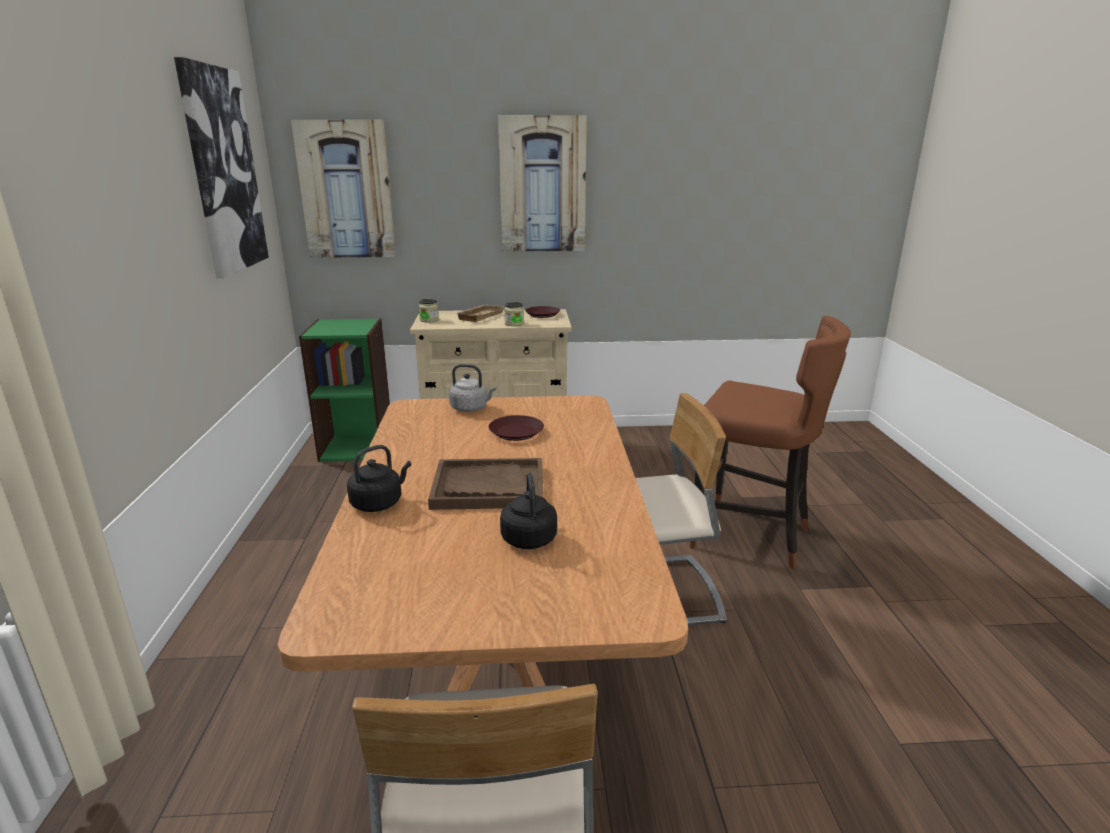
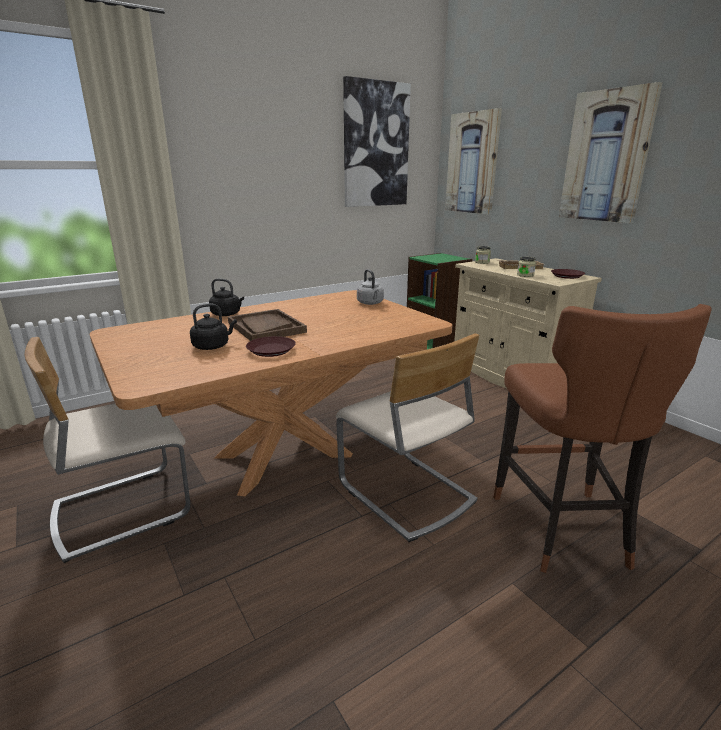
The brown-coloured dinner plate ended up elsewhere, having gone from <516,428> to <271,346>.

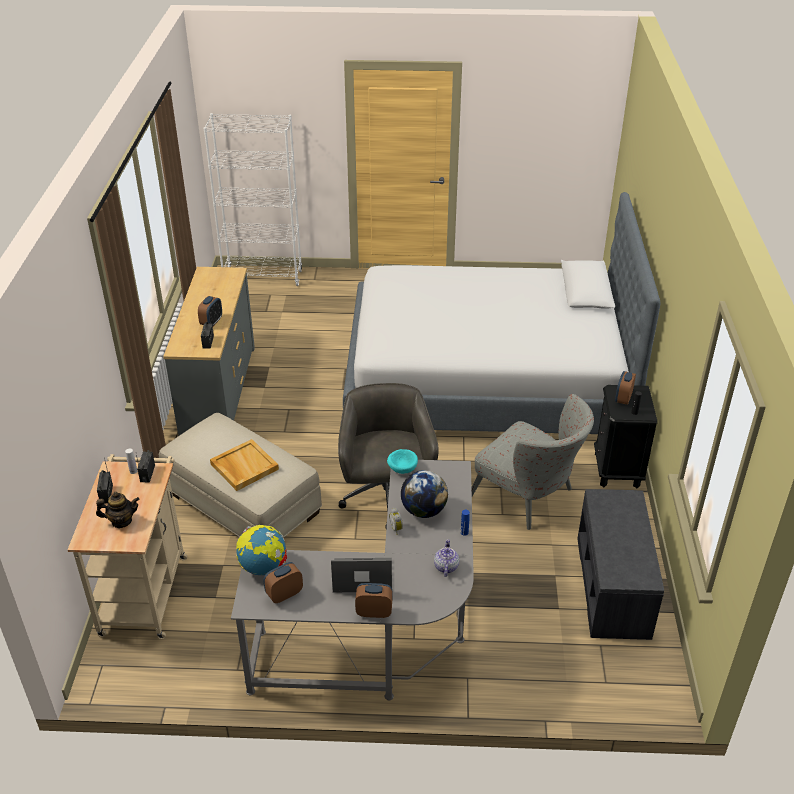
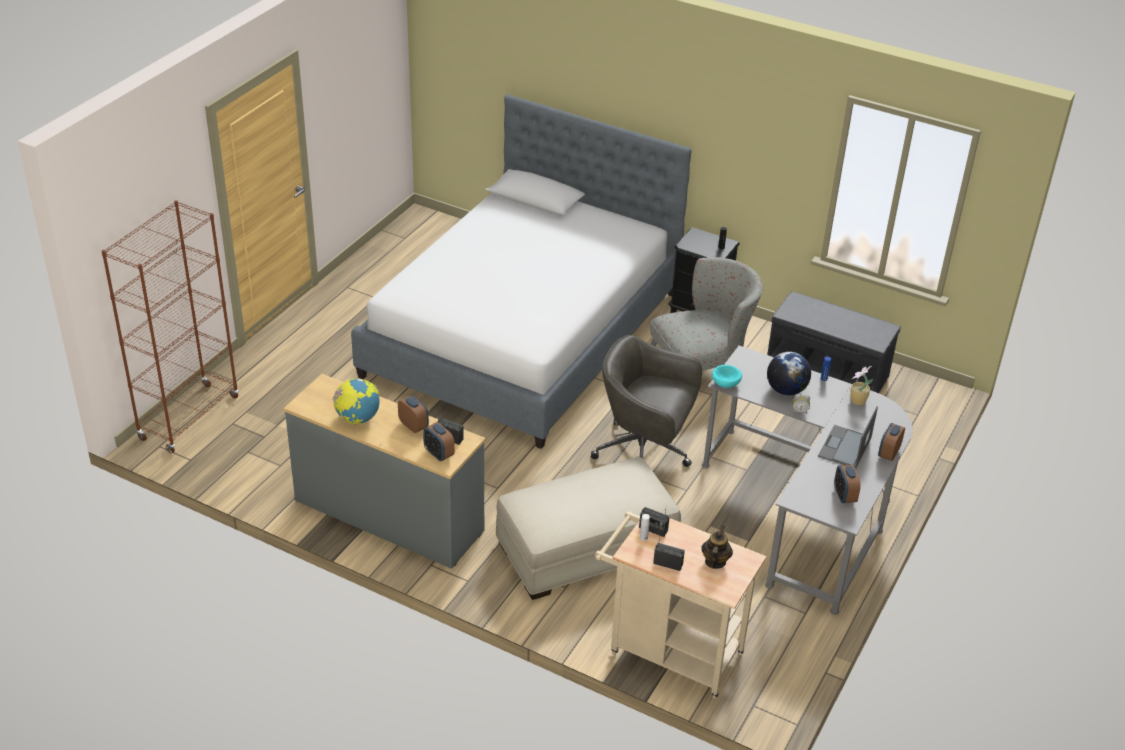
What was the white shelving unit at <253,199> turned into the brown-coloured shelving unit at <170,326>. The desk globe ended up elsewhere, having gone from <261,550> to <356,401>. The table clock ended up elsewhere, having gone from <625,388> to <439,441>. Where the tea pot stood at <446,558>, the plant in a pot came to stand at <862,385>. The second view lost the beige carrying tray at <244,465>.

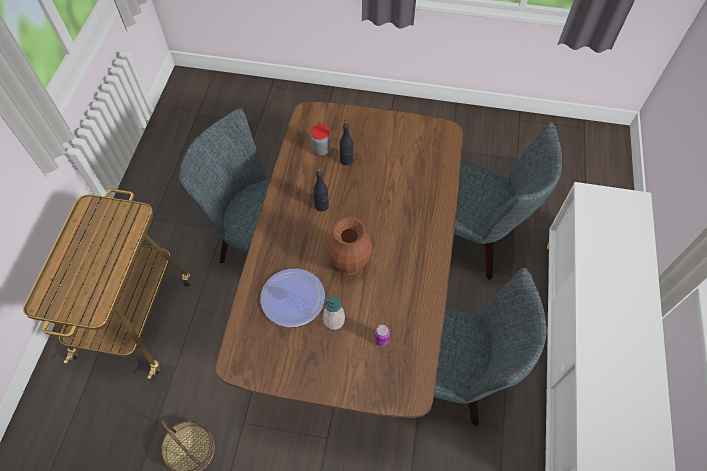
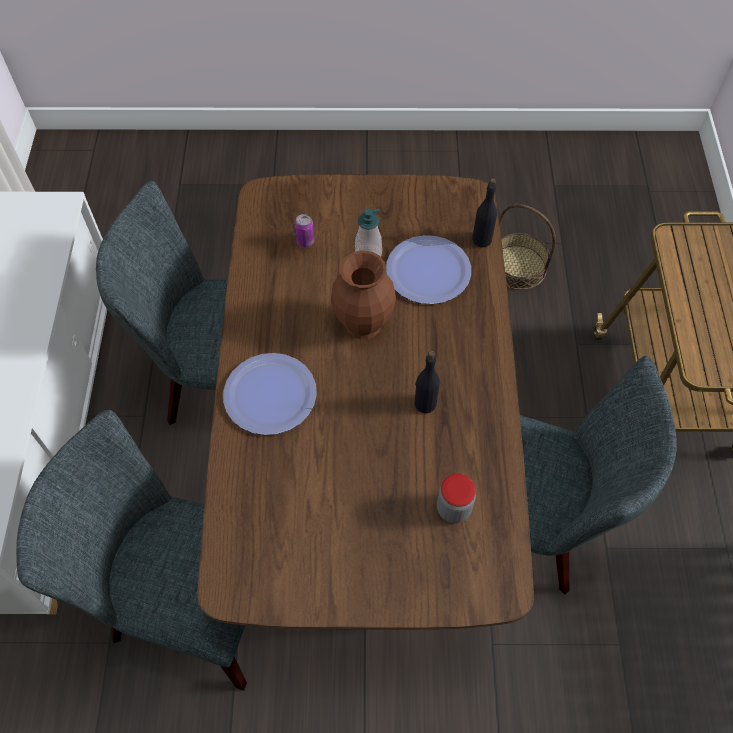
The second view gained the dinner plate at <270,394>. The black-coloured bottle ended up elsewhere, having gone from <346,142> to <484,213>.

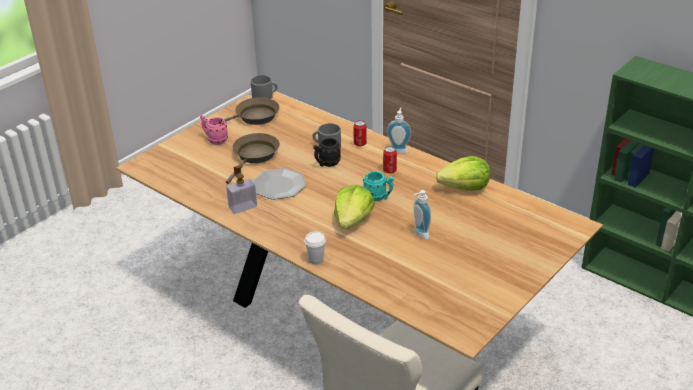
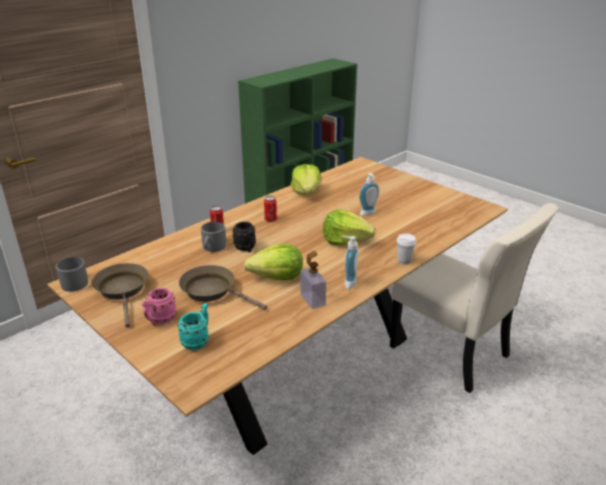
The turquoise-coloured mug ended up elsewhere, having gone from <378,186> to <193,326>. Where the dinner plate stood at <279,184>, the lettuce head came to stand at <273,262>. The soap bottle ended up elsewhere, having gone from <399,130> to <349,262>.

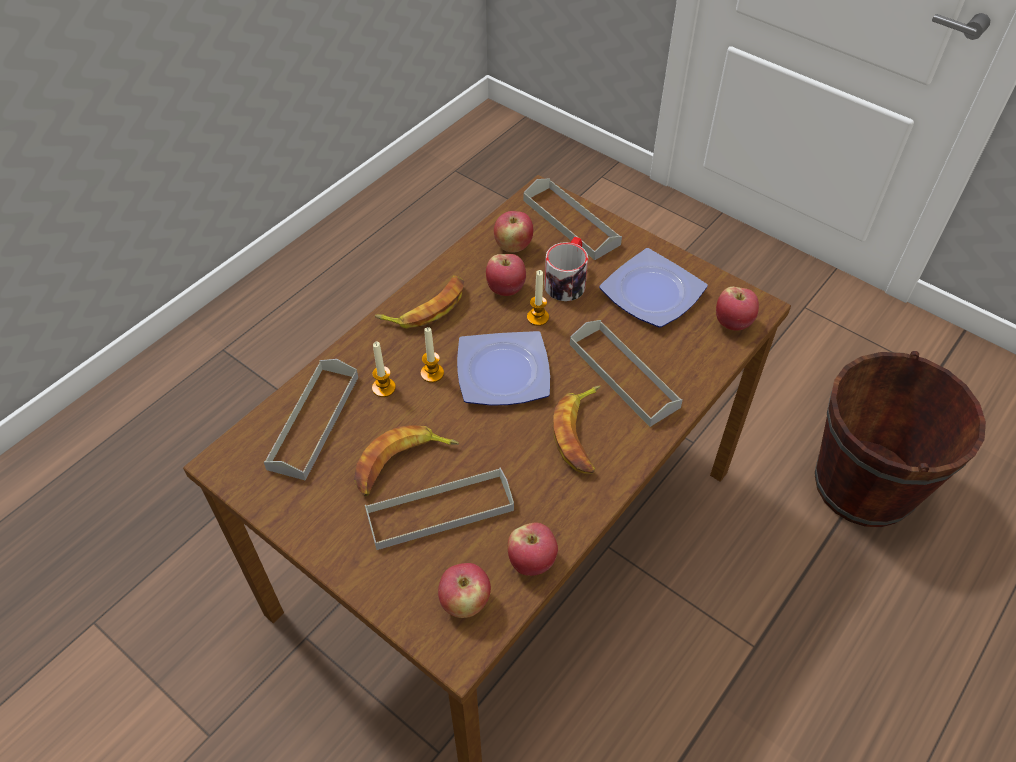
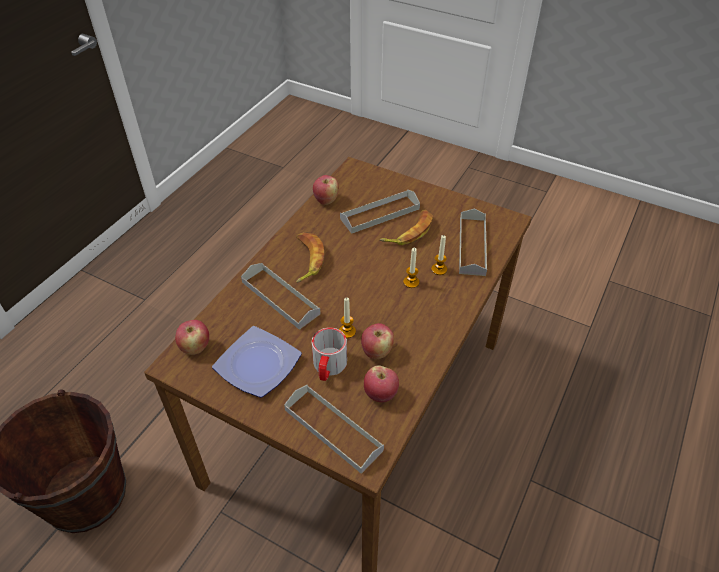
The second view lost the whole banana at <419,302>. The second view lost the whole apple at <464,590>. The second view lost the dinner plate at <503,368>.

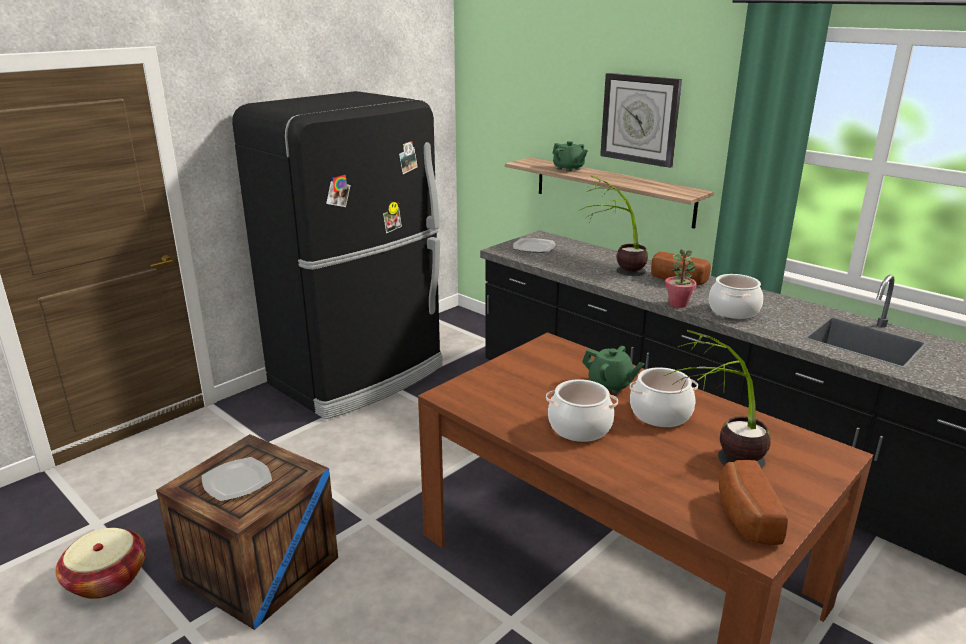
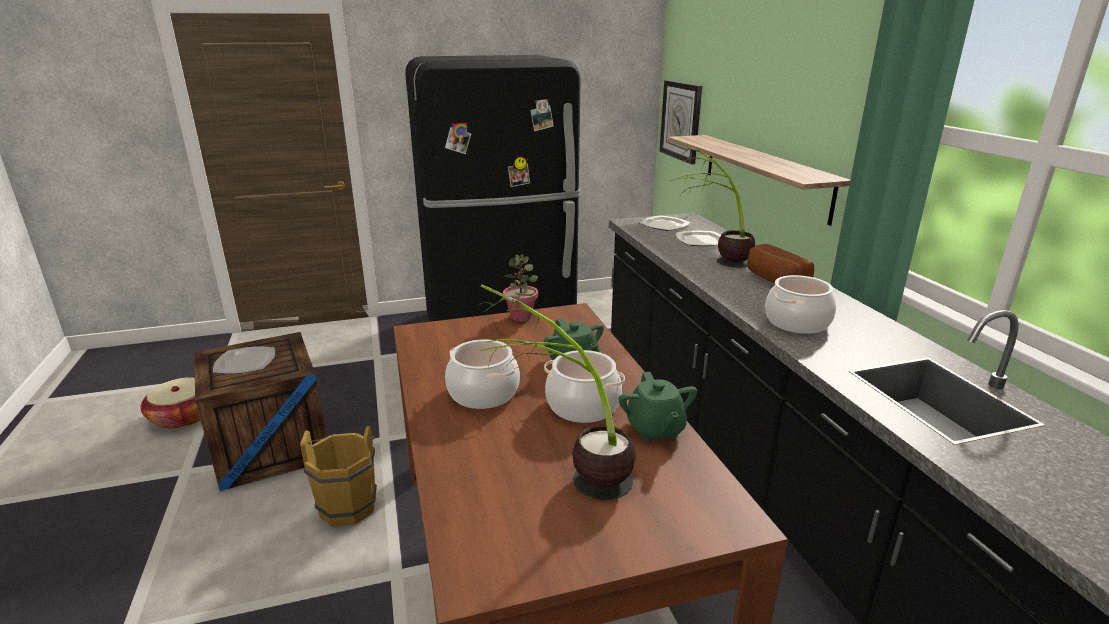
The second view gained the brown-coloured water bucket at <338,476>. The plant in a pot ended up elsewhere, having gone from <681,278> to <520,288>. The greenish tea pot ended up elsewhere, having gone from <570,156> to <658,407>. The wall clock ended up elsewhere, having gone from <641,120> to <681,122>. The second view gained the dinner plate at <698,238>. The second view lost the baked bread at <753,502>.

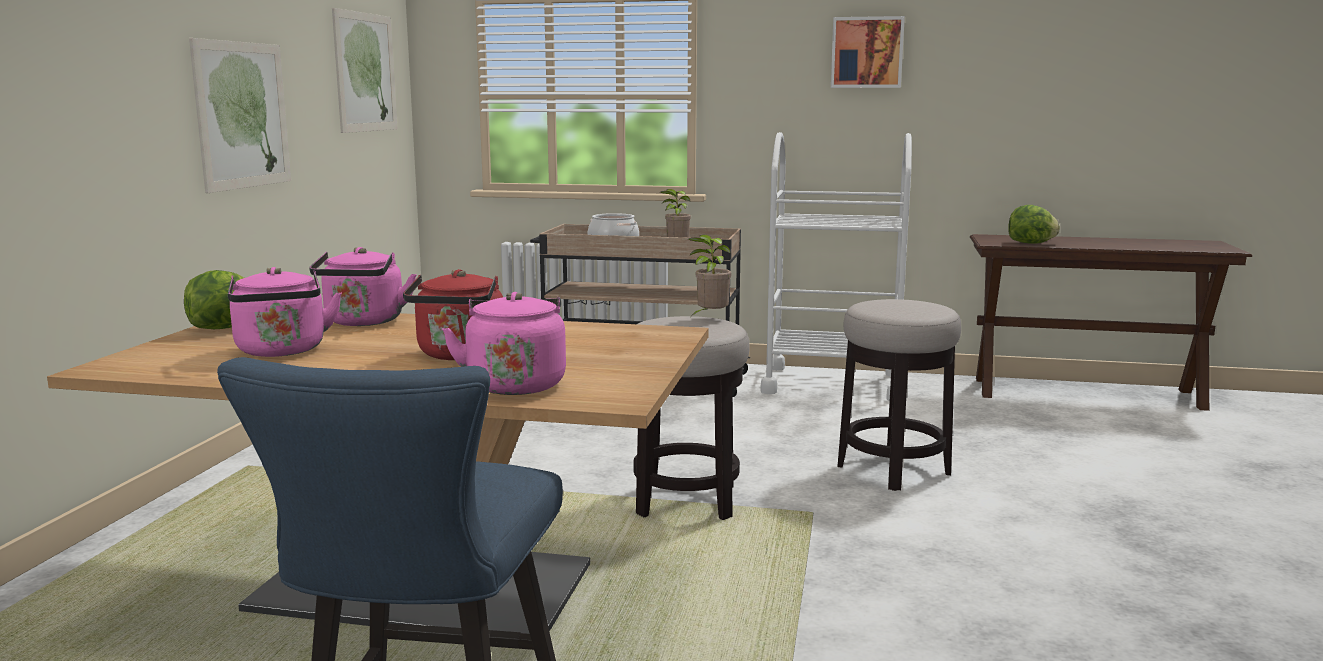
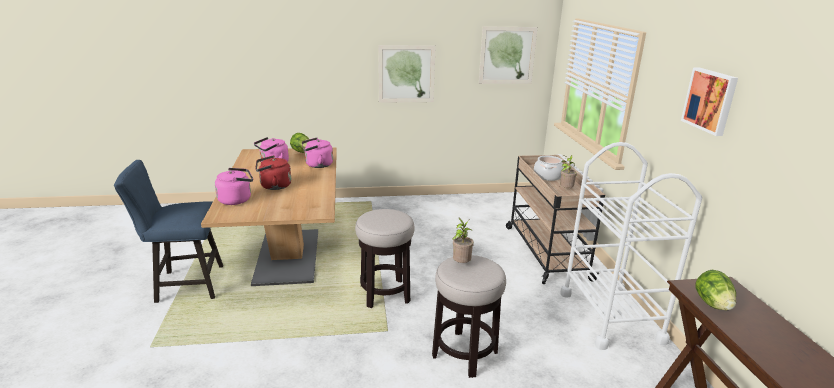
The plant in a pot ended up elsewhere, having gone from <709,274> to <463,240>.

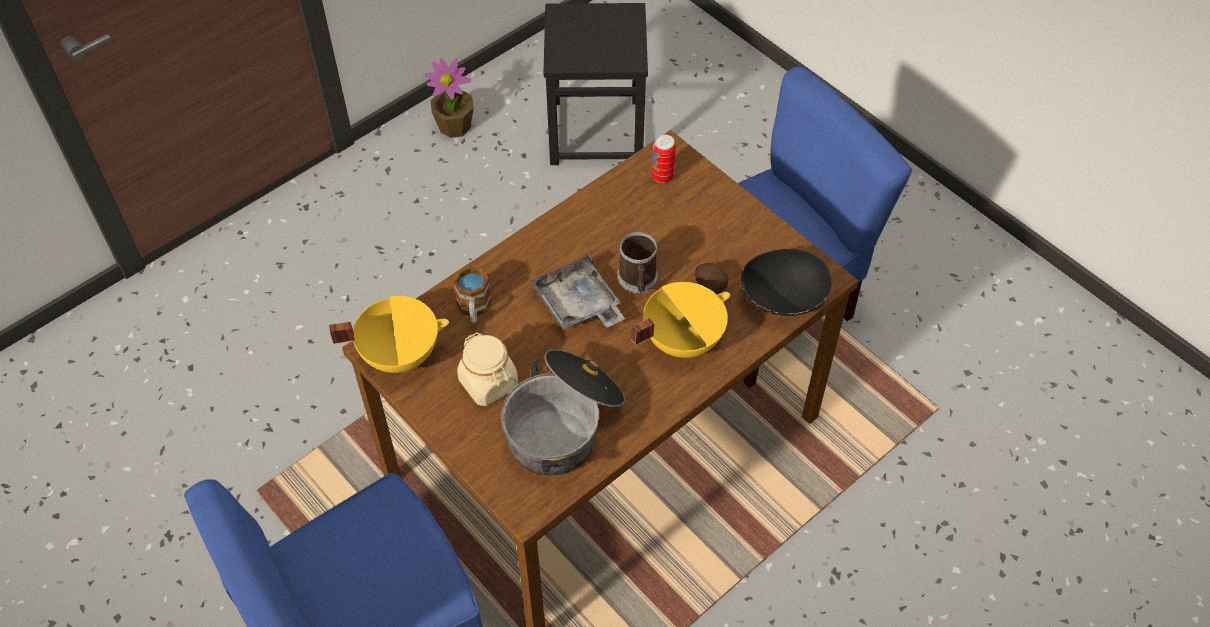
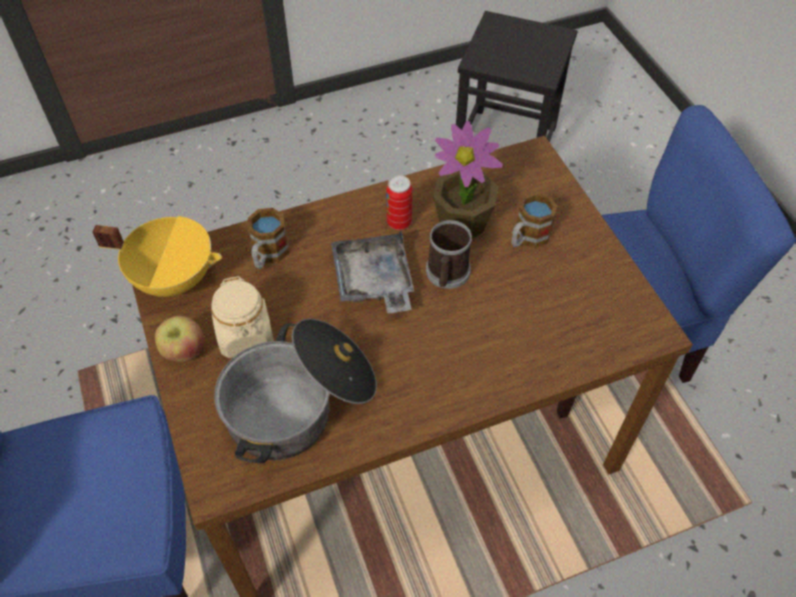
The second view gained the whole apple at <179,338>. The can ended up elsewhere, having gone from <664,159> to <399,202>. The plant in a pot ended up elsewhere, having gone from <449,98> to <468,179>. The second view gained the mug at <534,220>. The second view lost the yellow stockpot at <680,320>. The second view lost the whole potato at <711,278>. The second view lost the black-coloured bowl at <786,282>.

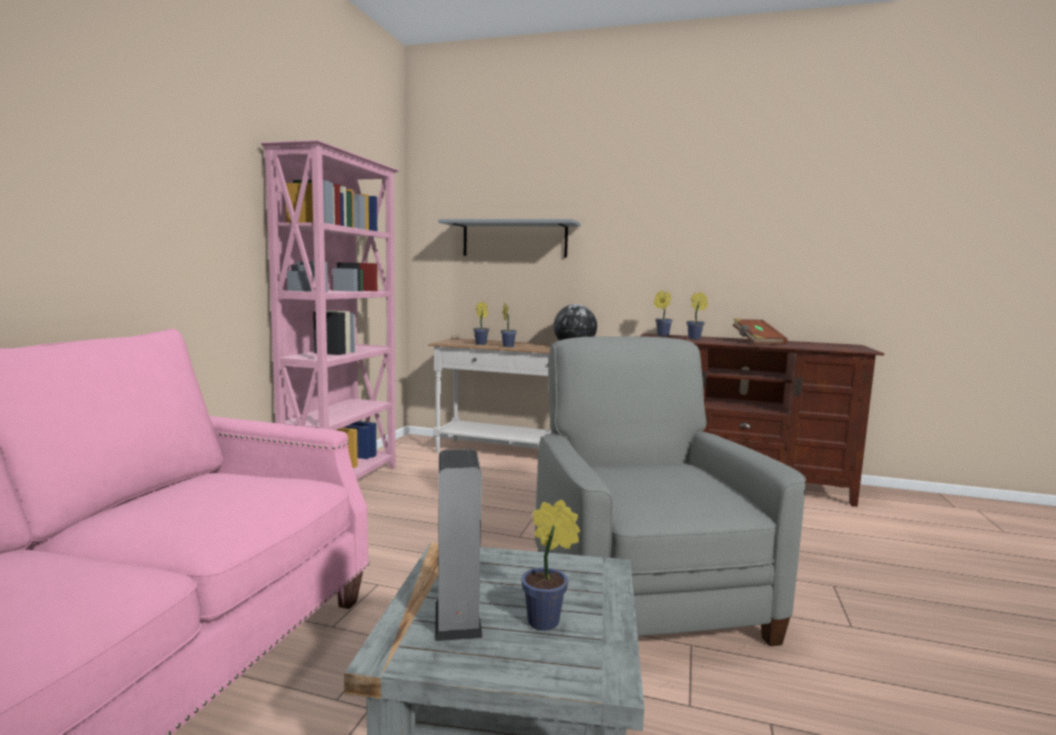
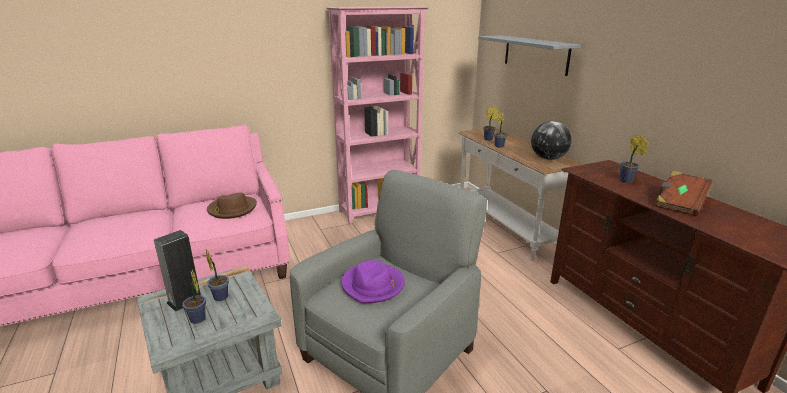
The plant in a pot ended up elsewhere, having gone from <663,313> to <217,275>. The second view gained the brown-coloured hat at <232,206>. The second view gained the purple hat at <373,282>.

